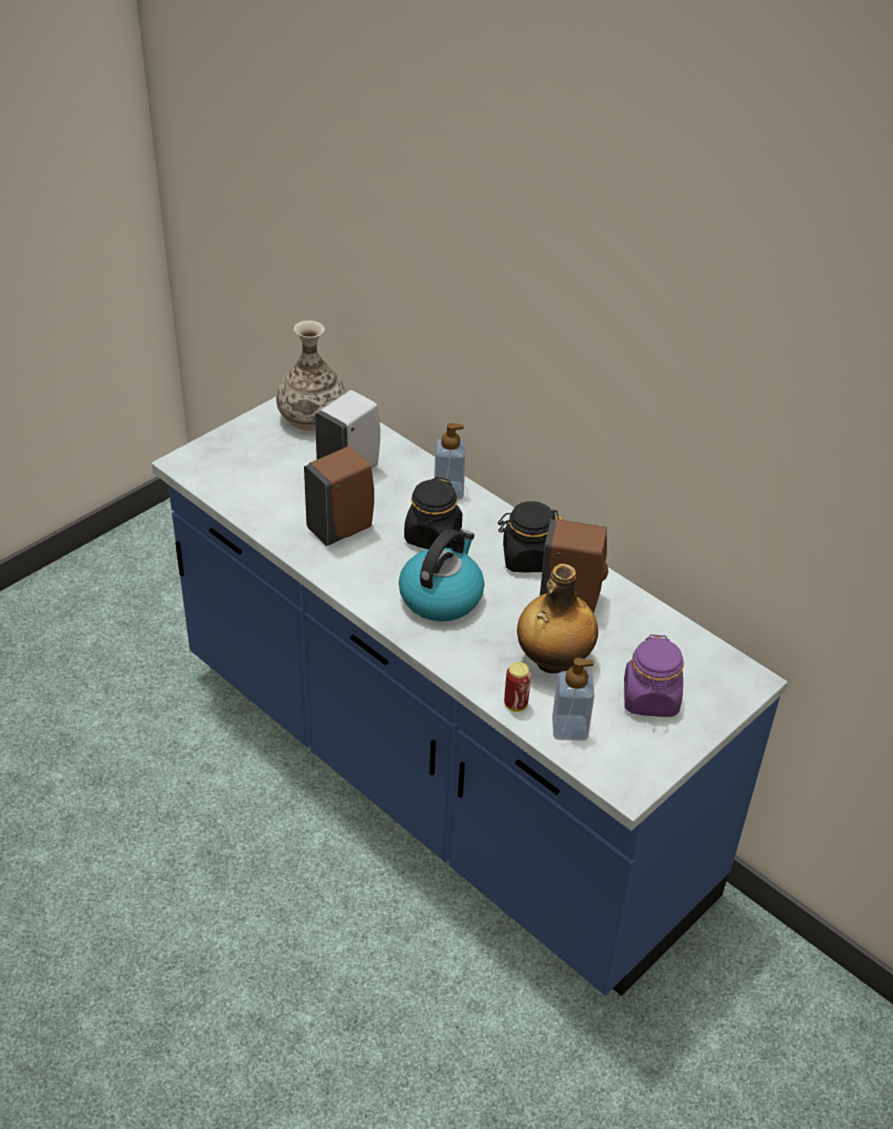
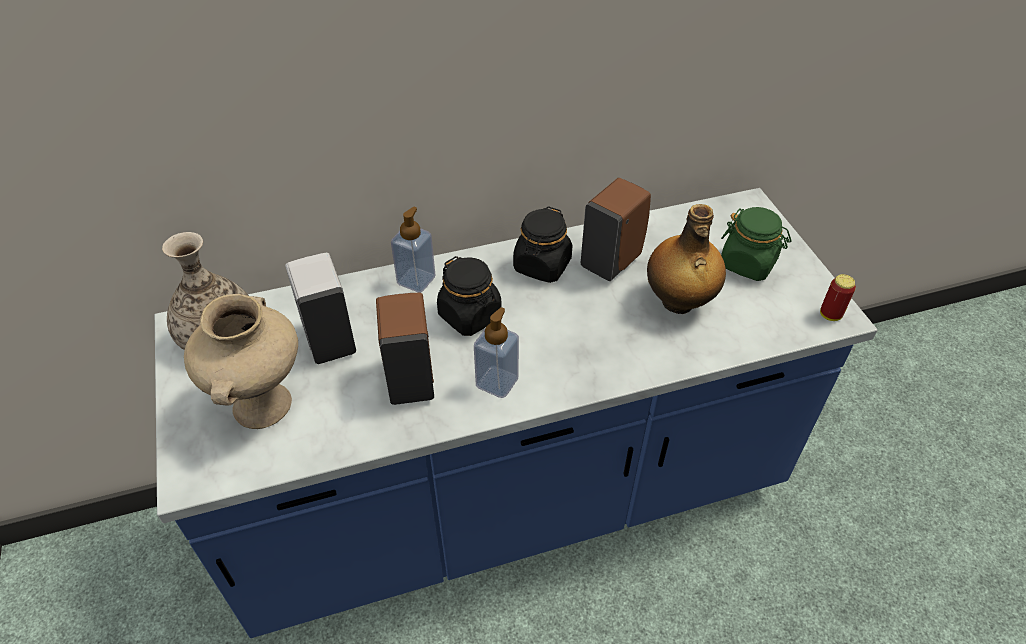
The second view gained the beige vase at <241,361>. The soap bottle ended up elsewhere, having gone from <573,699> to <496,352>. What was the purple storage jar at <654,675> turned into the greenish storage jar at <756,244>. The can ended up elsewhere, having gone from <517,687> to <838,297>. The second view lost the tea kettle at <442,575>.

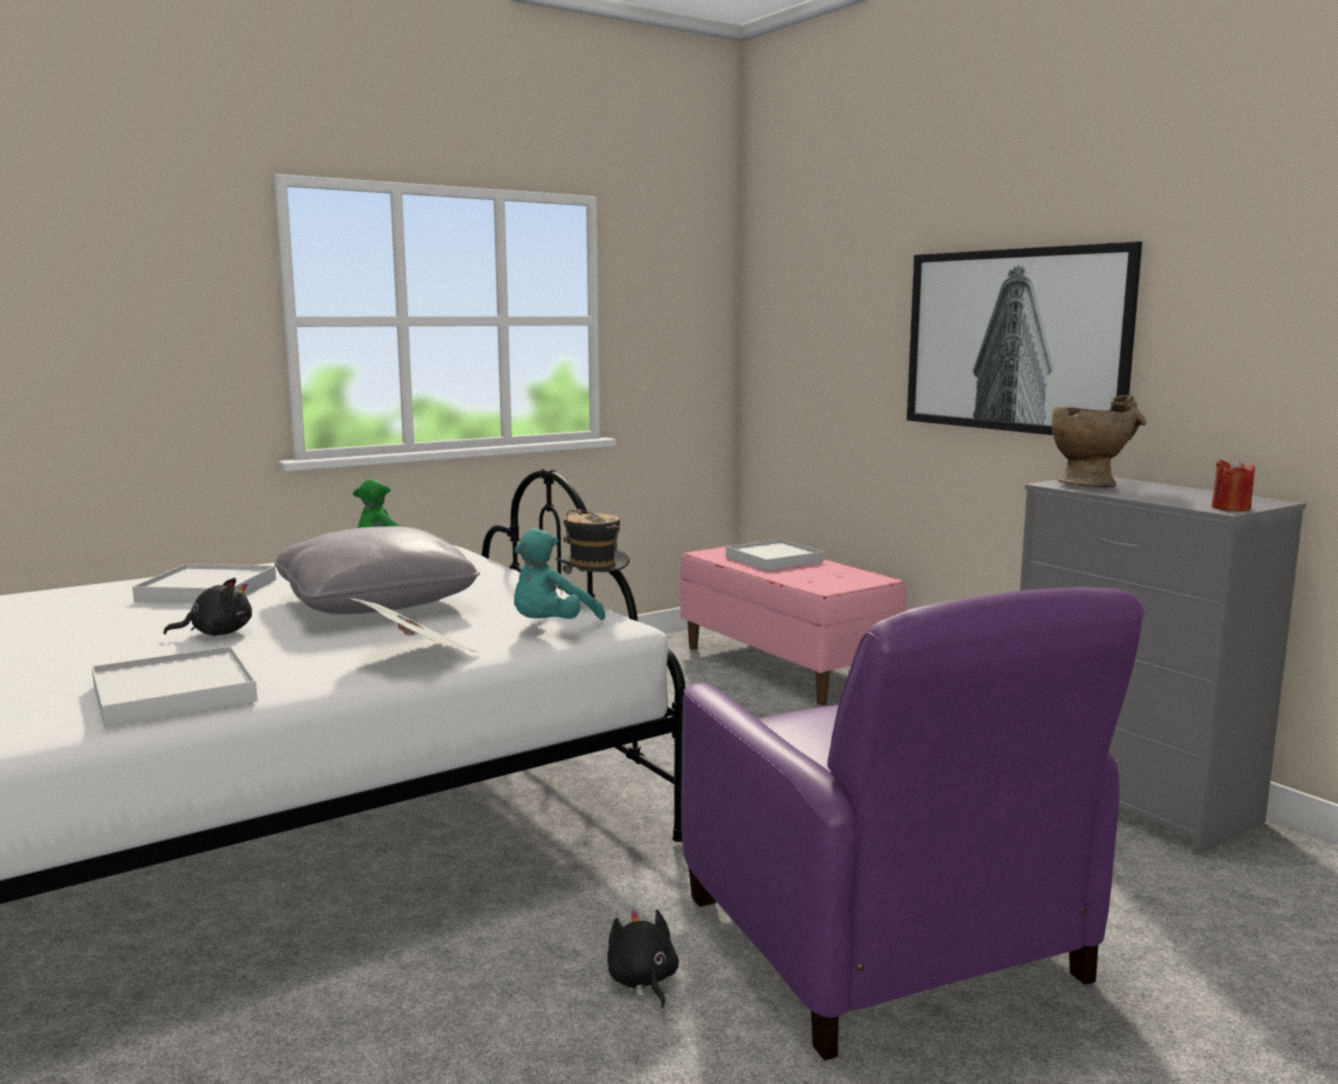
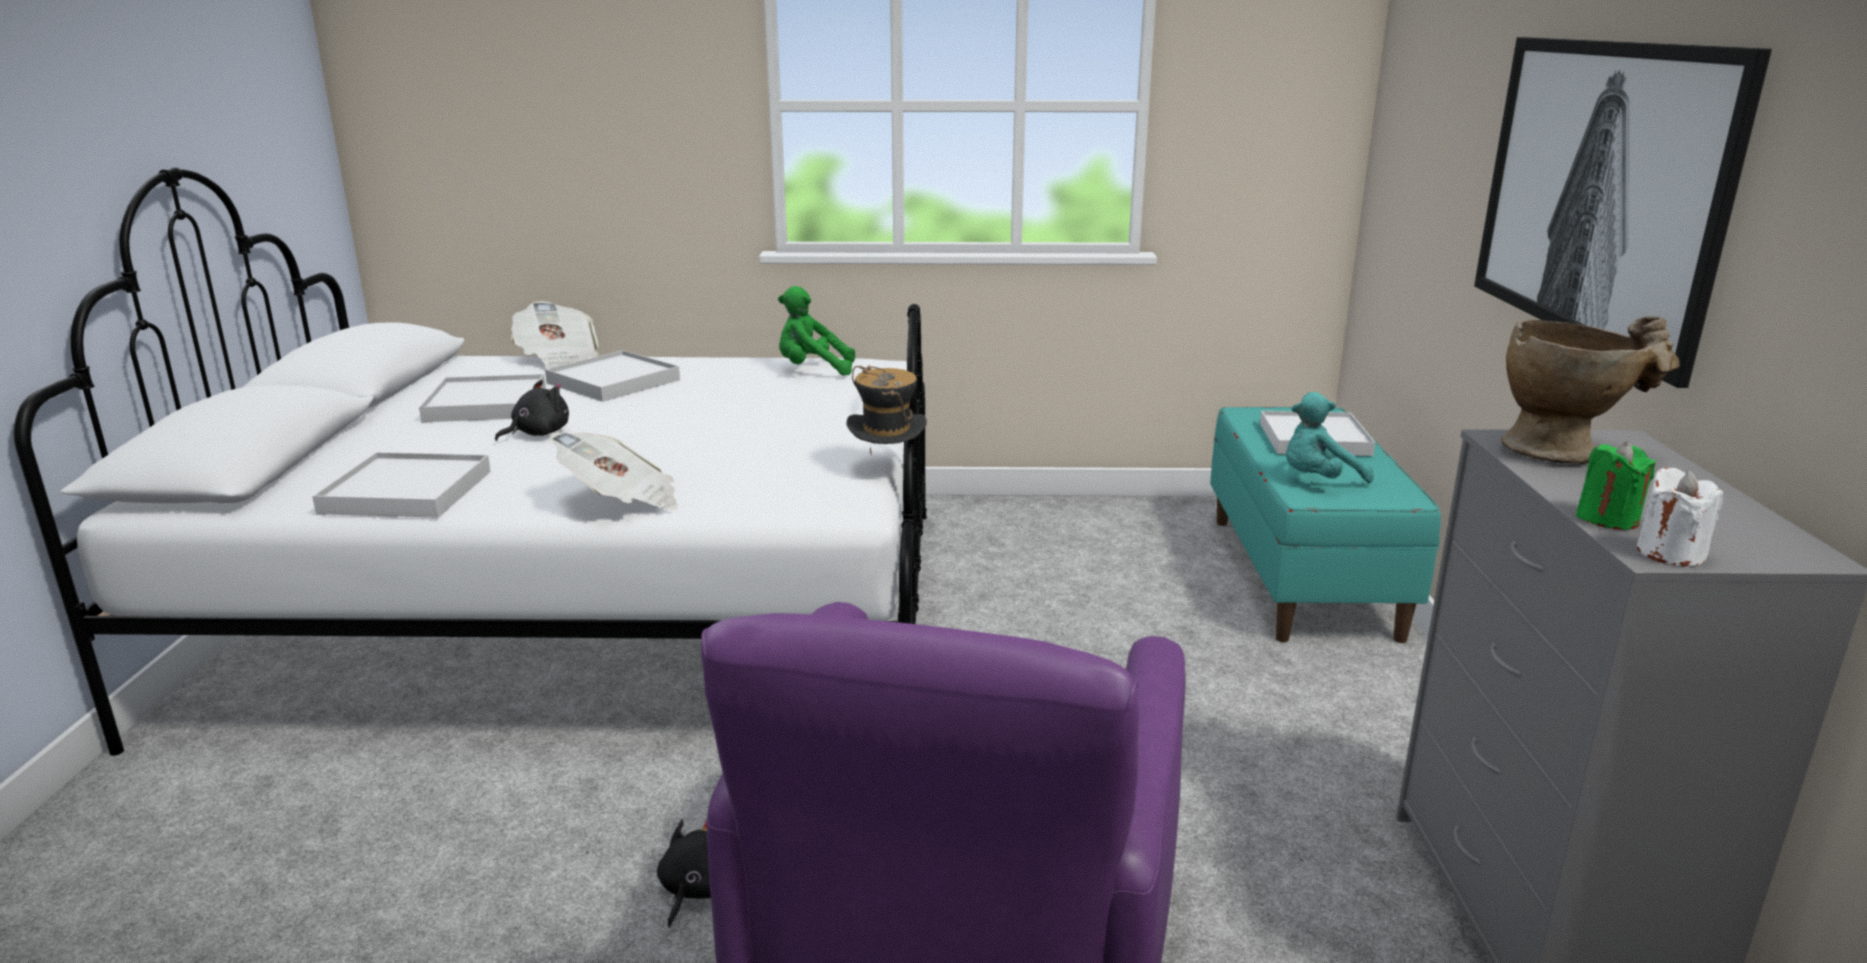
The second view gained the white carrying tray at <482,398>. The black-coloured soft toy at <207,607> ended up facing another way, 60 degrees counterclockwise from before. The second view gained the daily paper at <555,334>. What was the pink-coloured indoor bench at <793,623> turned into the turquoise-coloured indoor bench at <1325,525>. The turquoise-coloured soft toy ended up elsewhere, having gone from <559,574> to <1330,437>. The second view gained the greenish wax candle at <1616,485>. What was the red wax candle at <1233,484> turned into the white wax candle at <1680,517>. The second view lost the gray pillow at <377,570>.

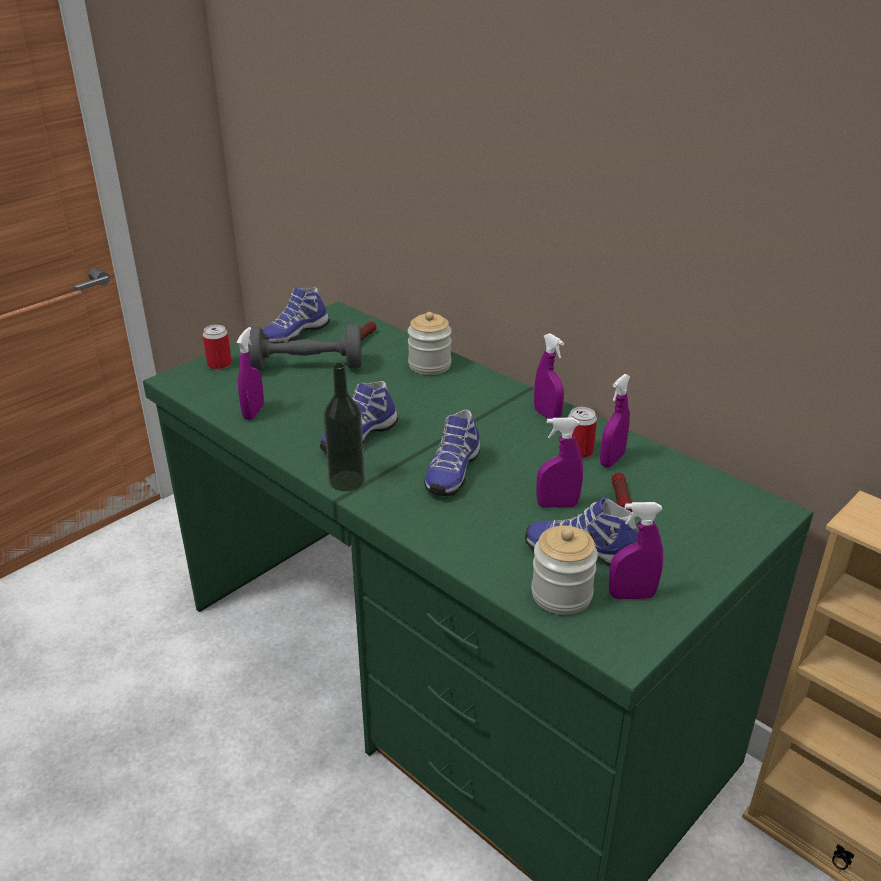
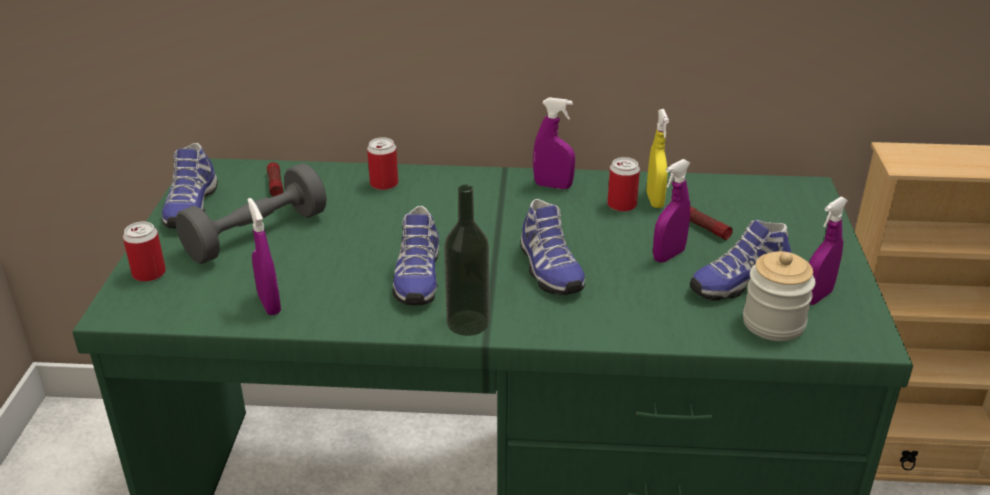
Where the storage jar stood at <430,343>, the can came to stand at <382,163>. What was the purple hand sprayer at <615,420> turned into the yellow hand sprayer at <657,158>.

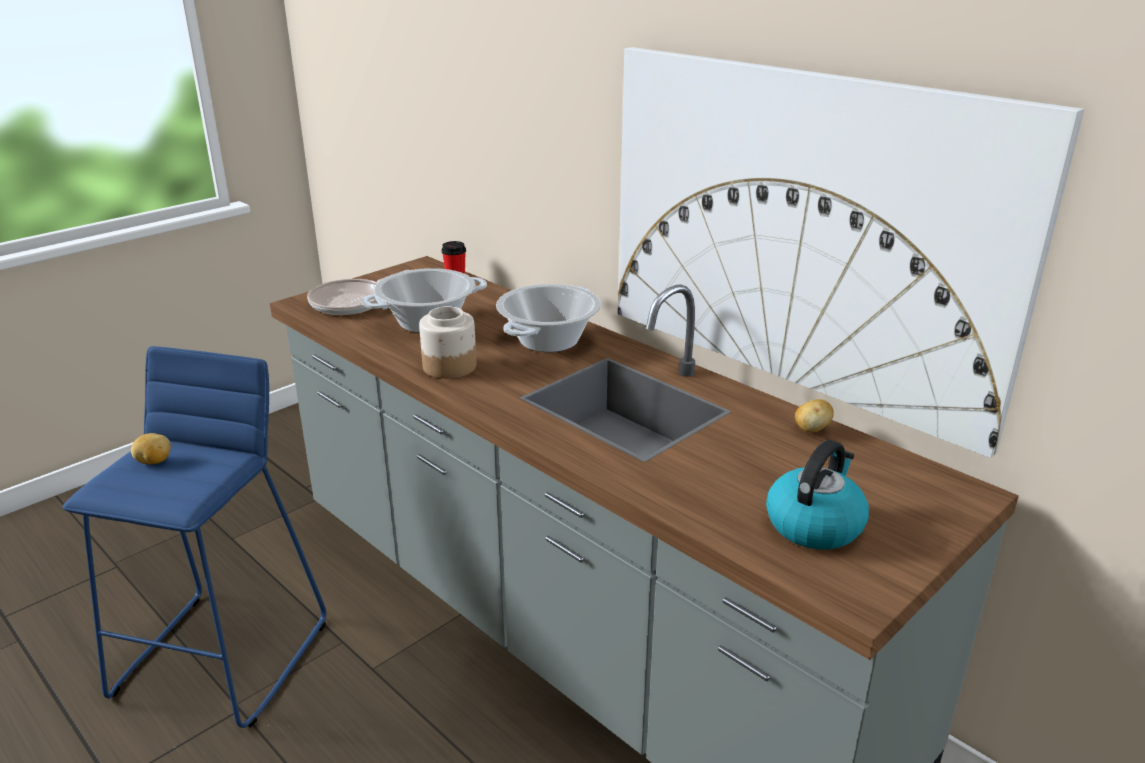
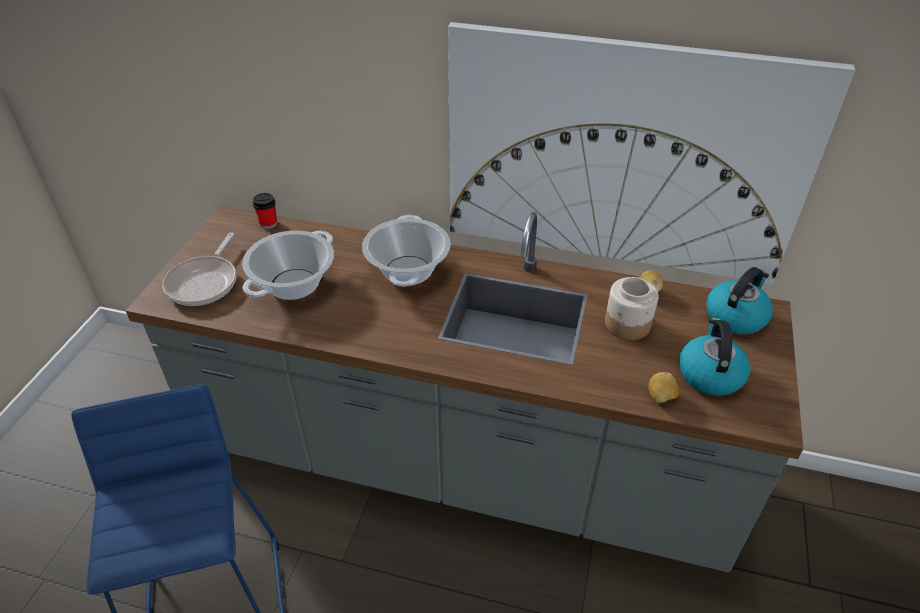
The storage jar ended up elsewhere, having gone from <448,342> to <632,308>. The whole potato ended up elsewhere, having gone from <151,448> to <664,387>. The second view gained the tea kettle at <739,300>.

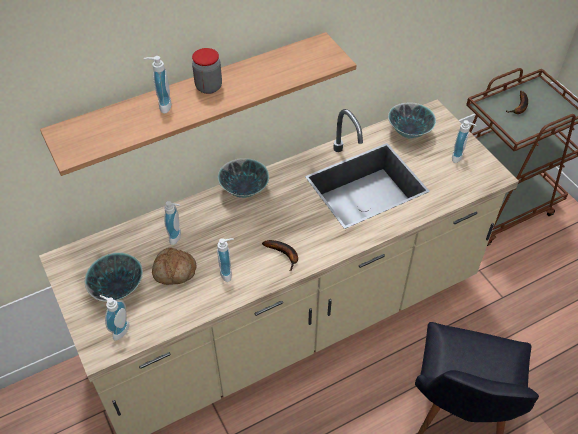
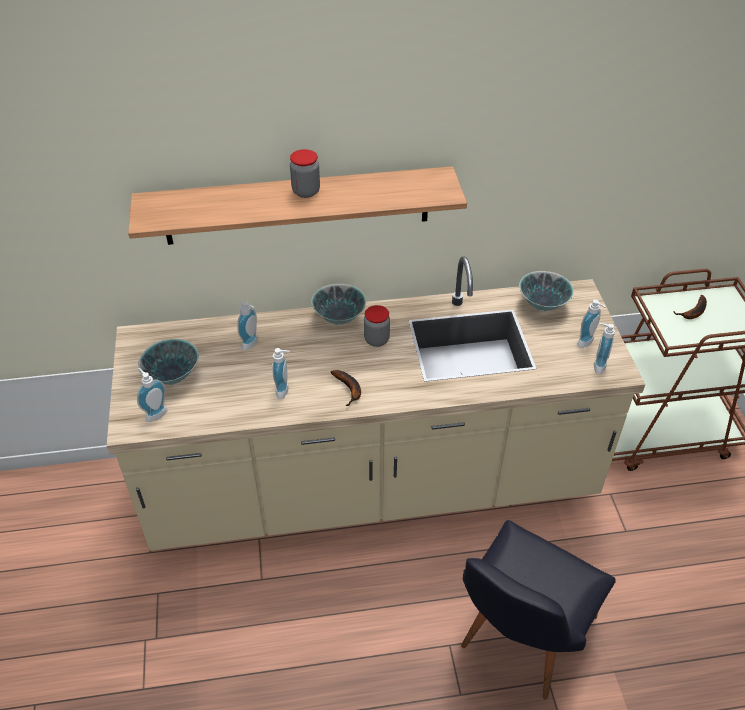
The second view gained the storage jar at <377,326>. The soap bottle ended up elsewhere, having gone from <158,85> to <604,348>. The second view lost the baked bread at <174,266>.

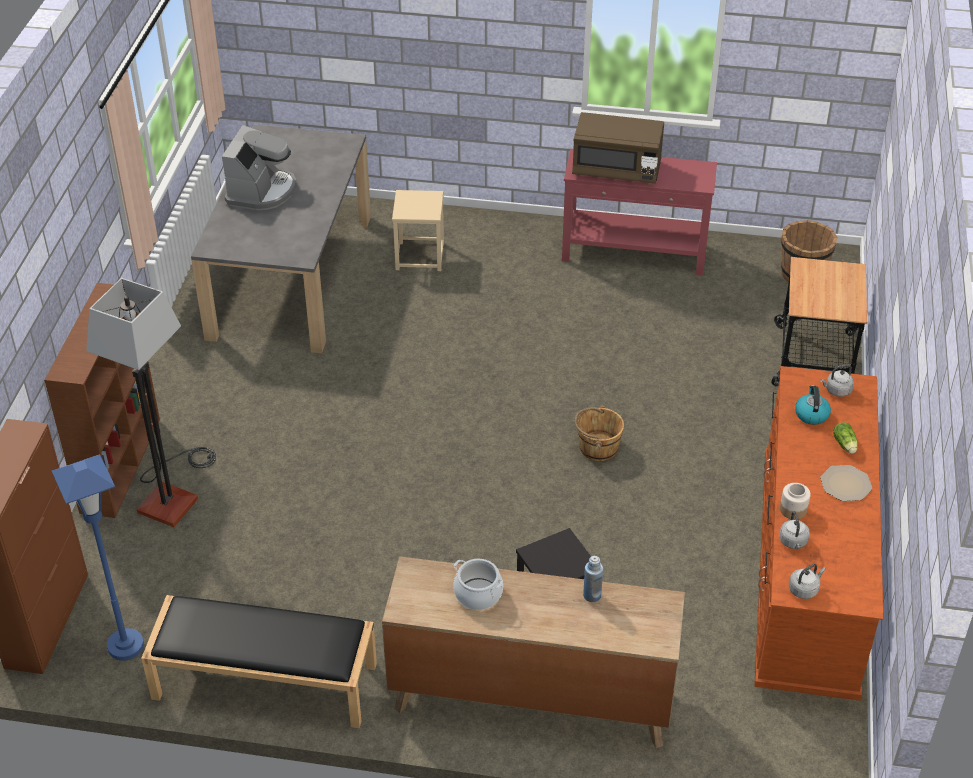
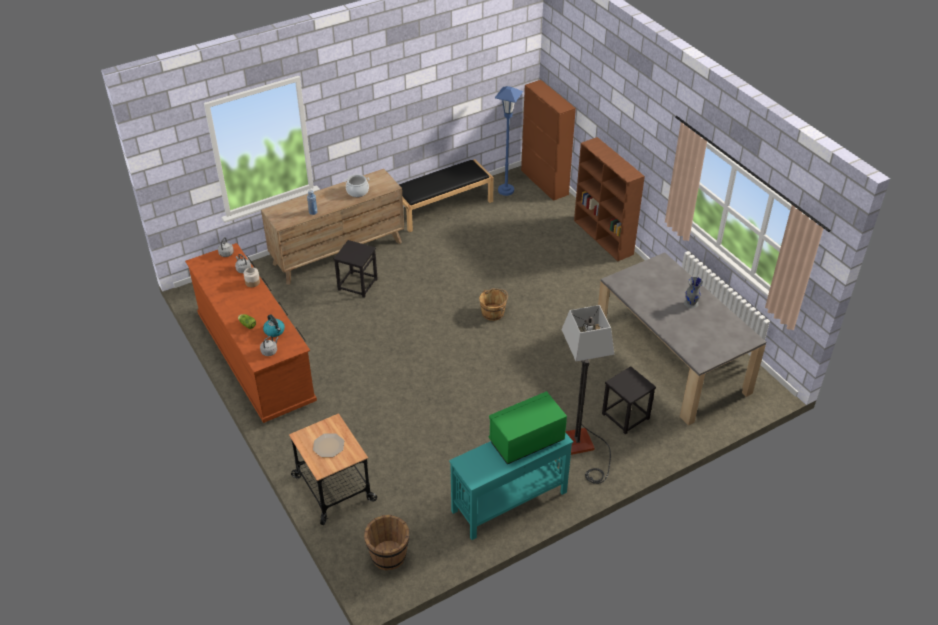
The dinner plate ended up elsewhere, having gone from <846,483> to <328,445>. What was the red hall table at <639,212> turned into the turquoise-coloured hall table at <511,486>. The brown-coloured water bucket ended up elsewhere, having gone from <599,433> to <493,304>. What was the brown-coloured microwave oven at <618,148> turned into the greenish microwave oven at <528,427>. The standard lamp ended up elsewhere, having gone from <151,402> to <587,394>. What was the beige sitting stool at <418,230> turned into the black-coloured sitting stool at <629,400>. Where the coffee brewer stood at <259,167>, the gray vase came to stand at <693,292>.

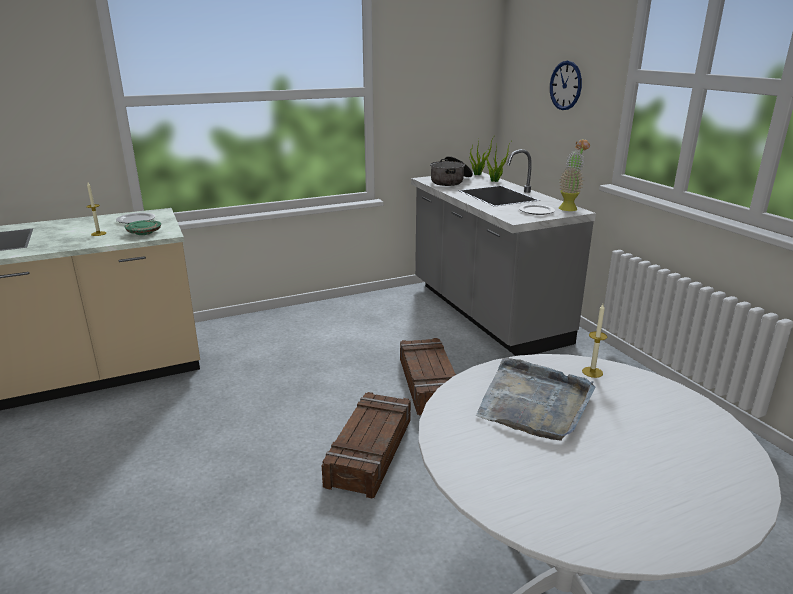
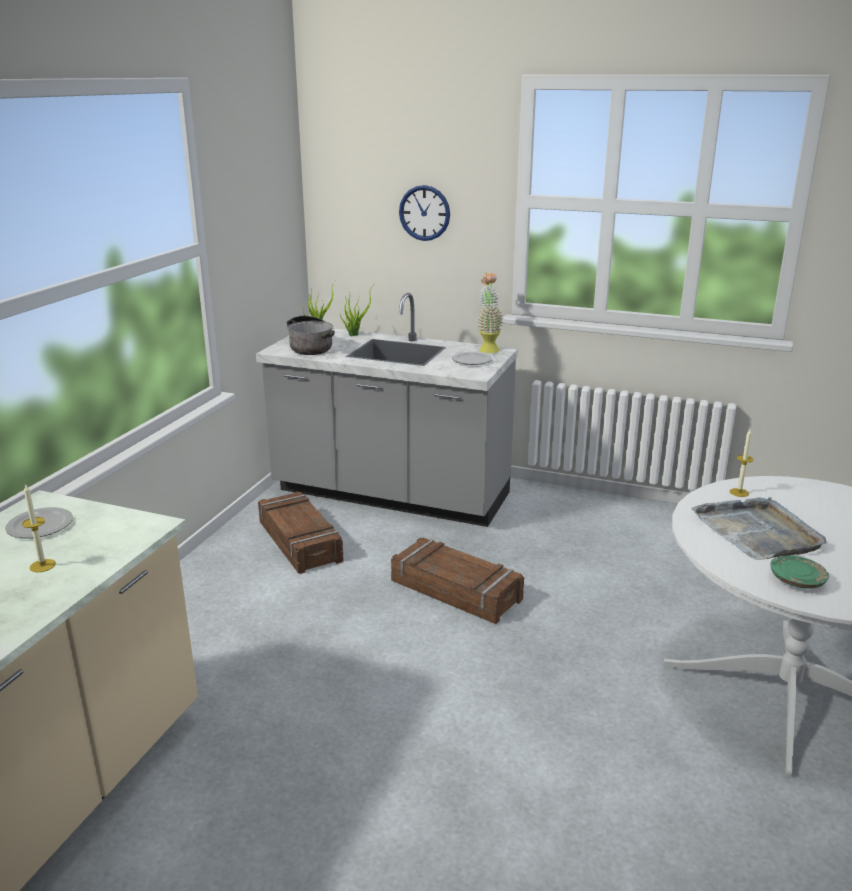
The packing crate ended up elsewhere, having gone from <366,445> to <301,532>. The greenish dinner plate ended up elsewhere, having gone from <143,227> to <799,571>.

